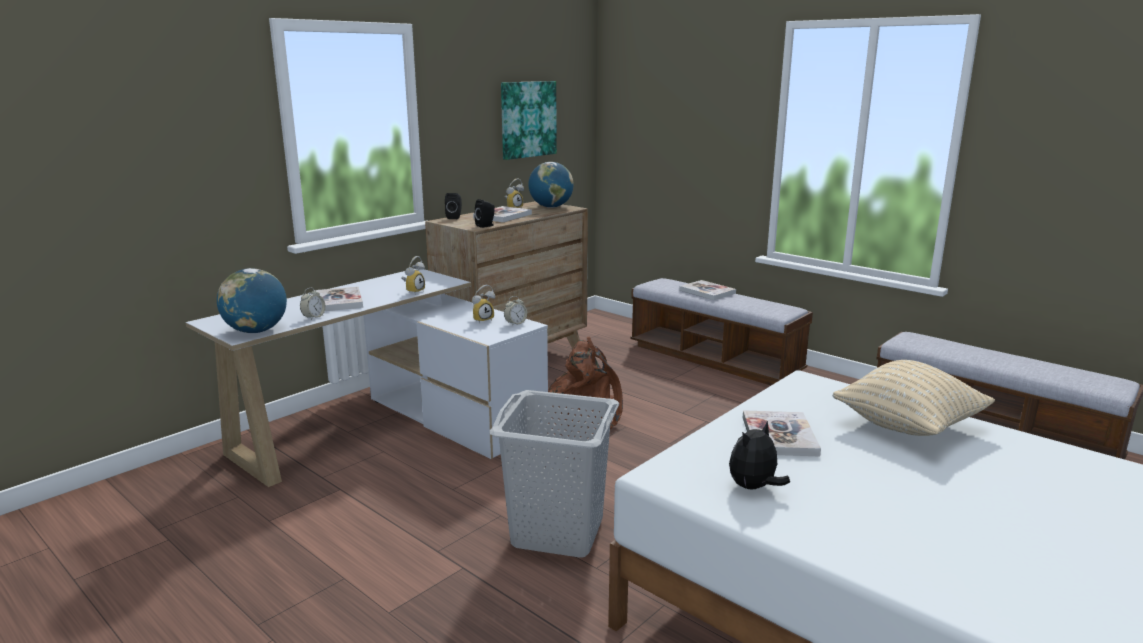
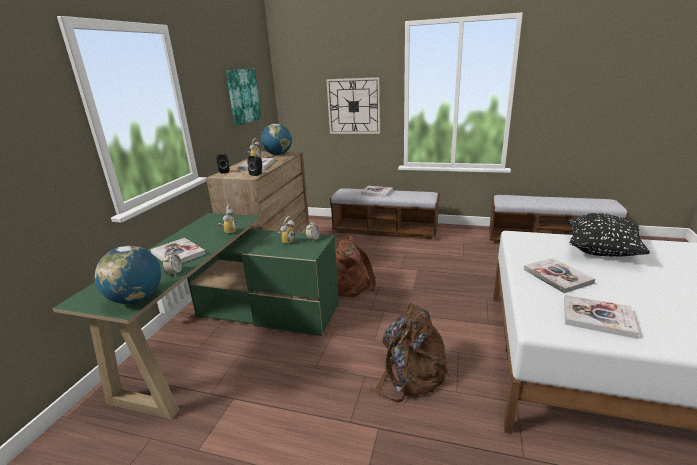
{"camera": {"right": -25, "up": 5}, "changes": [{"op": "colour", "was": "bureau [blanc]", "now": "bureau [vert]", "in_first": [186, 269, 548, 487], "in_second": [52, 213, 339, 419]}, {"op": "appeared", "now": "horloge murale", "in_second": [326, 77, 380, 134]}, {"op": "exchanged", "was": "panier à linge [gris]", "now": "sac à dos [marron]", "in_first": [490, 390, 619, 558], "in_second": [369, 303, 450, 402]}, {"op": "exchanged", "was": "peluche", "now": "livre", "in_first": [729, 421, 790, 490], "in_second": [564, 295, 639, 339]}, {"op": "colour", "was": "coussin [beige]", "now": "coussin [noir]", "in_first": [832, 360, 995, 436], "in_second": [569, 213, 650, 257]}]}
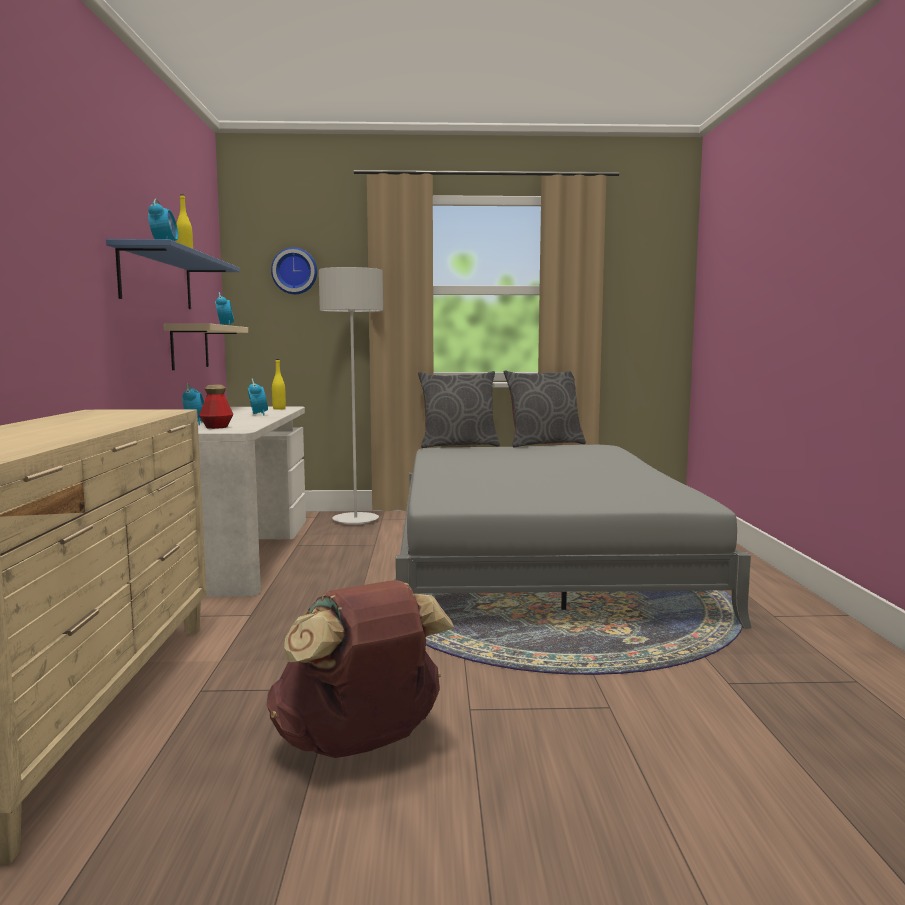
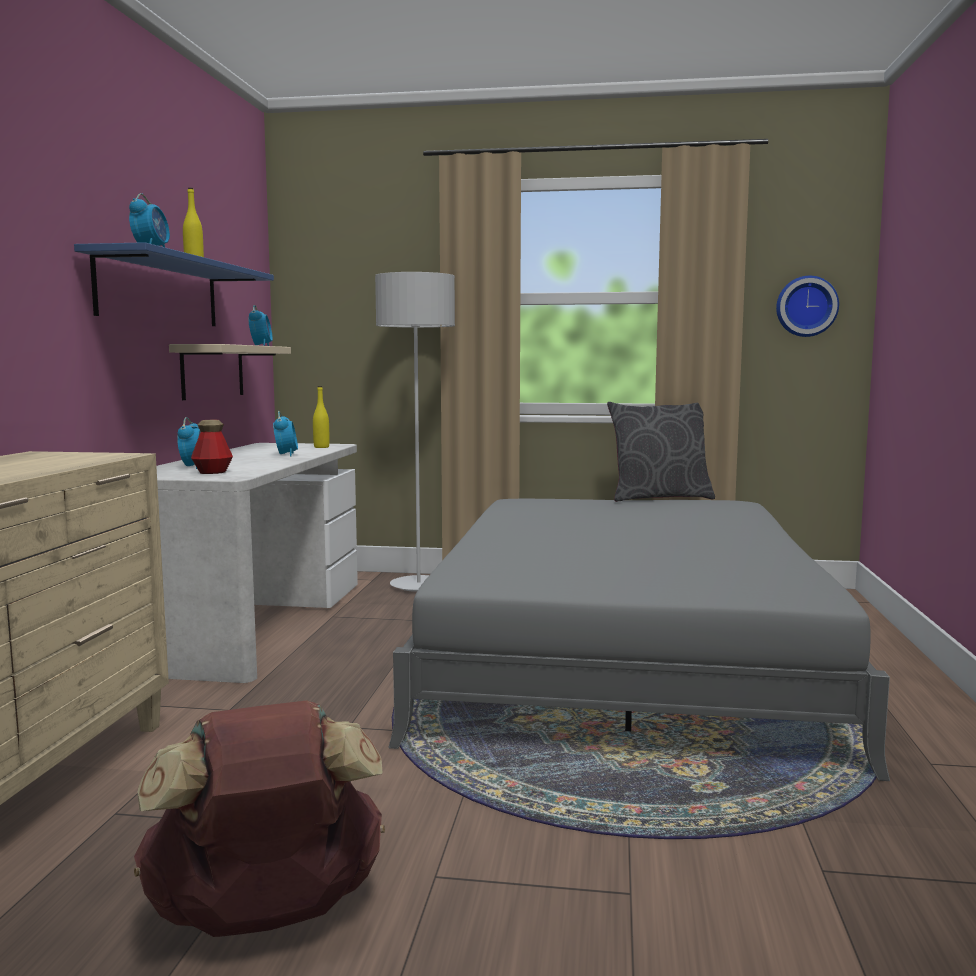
{"camera": {"right": 10, "up": 0}, "changes": [{"op": "relocated", "was": "horloge murale", "in_first": [271, 247, 317, 294], "in_second": [776, 276, 839, 337]}, {"op": "missing", "was": "coussin [gris]", "in_first": [418, 371, 500, 448]}]}
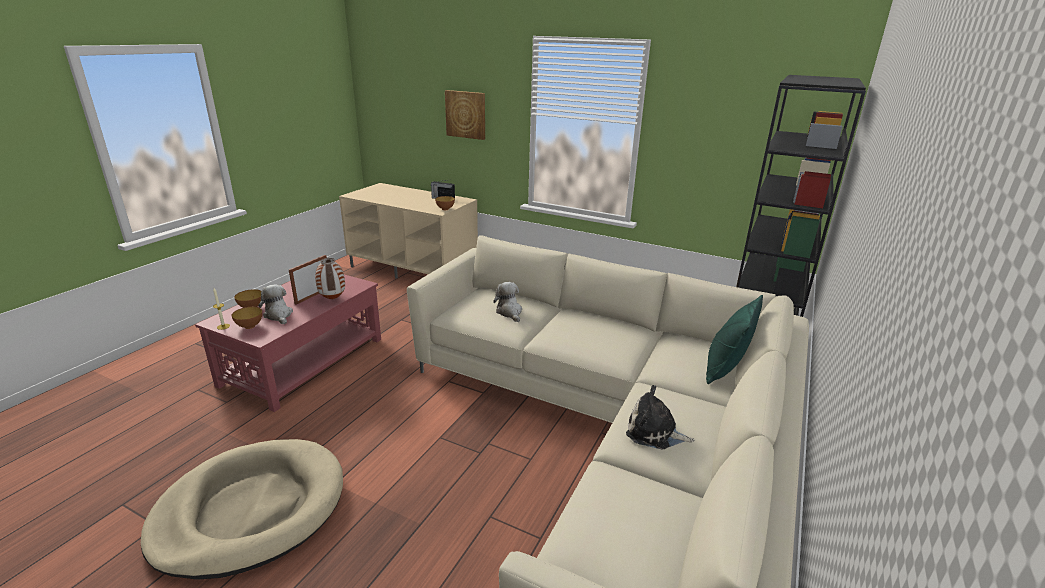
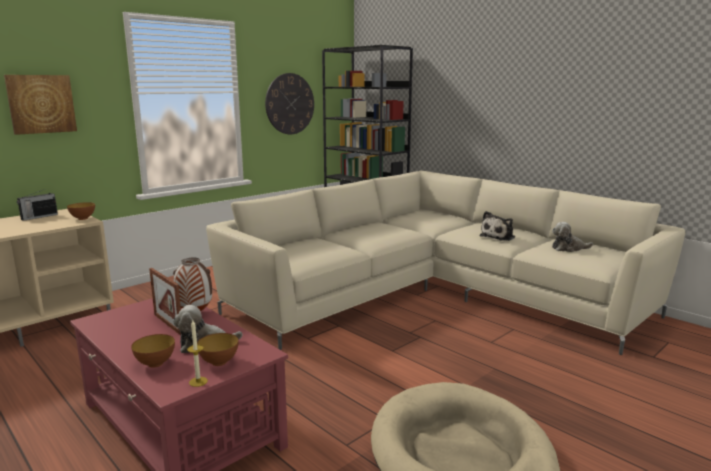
{"camera": {"right": -70, "up": -10}, "changes": [{"op": "appeared", "now": "horloge murale", "in_second": [265, 73, 314, 134]}, {"op": "relocated", "was": "peluche", "in_first": [493, 282, 522, 322], "in_second": [552, 222, 593, 252]}, {"op": "missing", "was": "coussin [vert]", "in_first": [706, 295, 763, 384]}]}
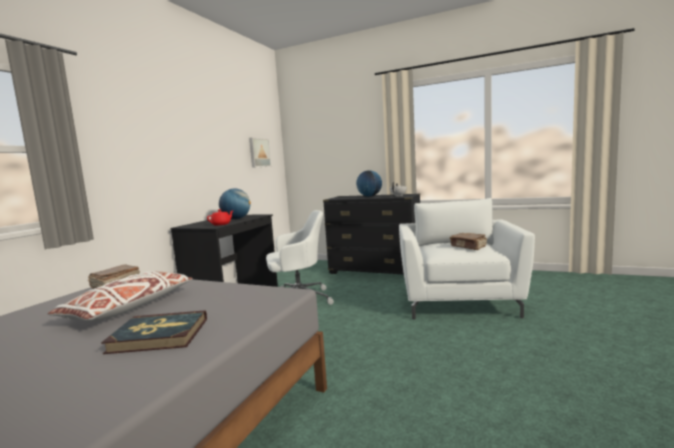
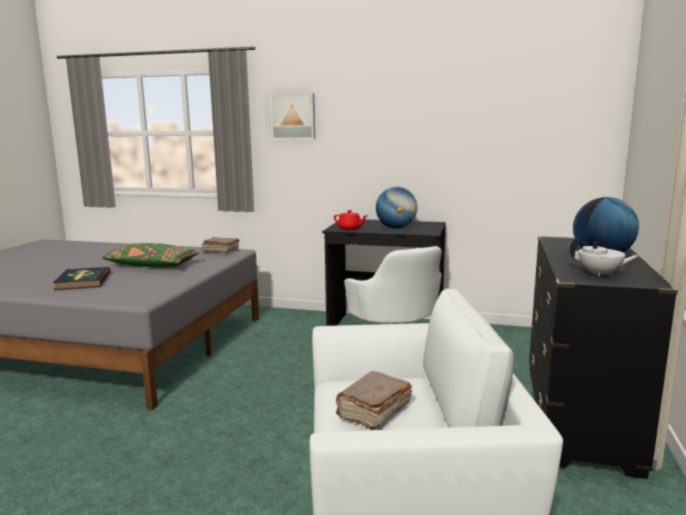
{"camera": {"right": 80, "up": 5}, "changes": [{"op": "colour", "was": "coussin [blanc]", "now": "coussin [vert]", "in_first": [47, 271, 193, 322], "in_second": [102, 243, 199, 268]}, {"op": "relocated", "was": "tableau", "in_first": [249, 138, 272, 168], "in_second": [270, 93, 315, 139]}]}
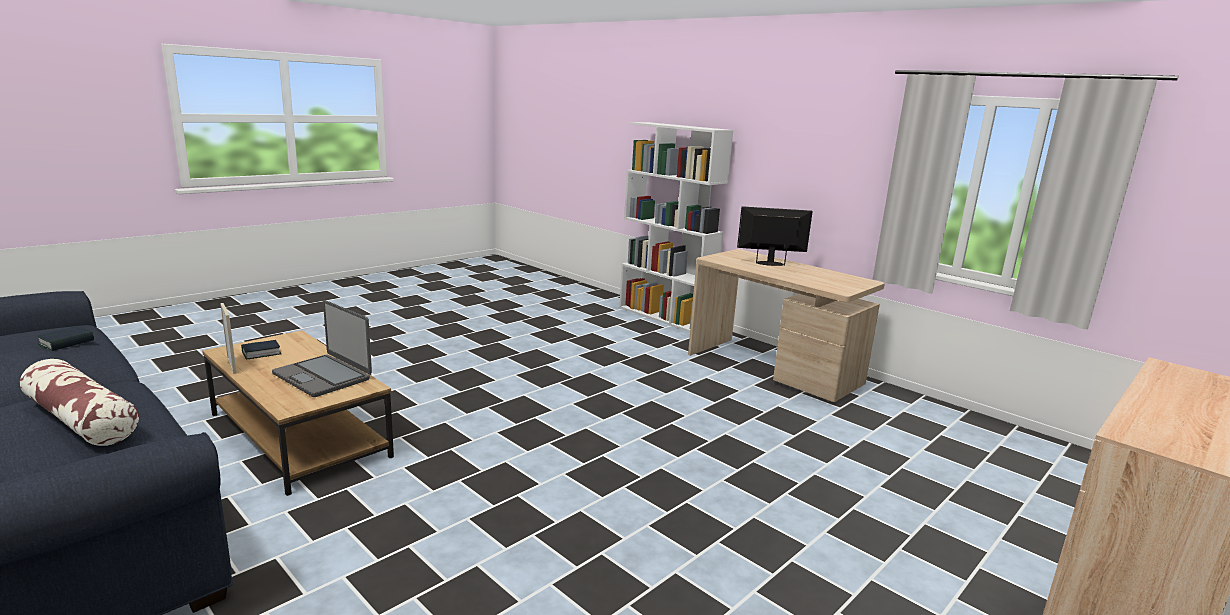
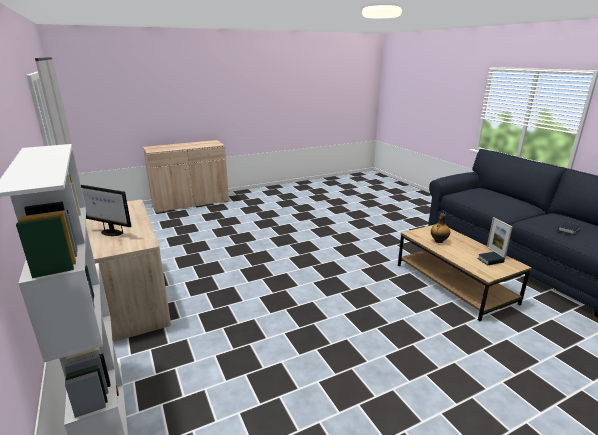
{"camera": {"right": -160, "up": 5}, "changes": [{"op": "exchanged", "was": "ordinateur portable", "now": "bouteille", "in_first": [272, 300, 372, 397], "in_second": [431, 213, 450, 243]}, {"op": "missing", "was": "coussin", "in_first": [20, 359, 139, 446]}]}
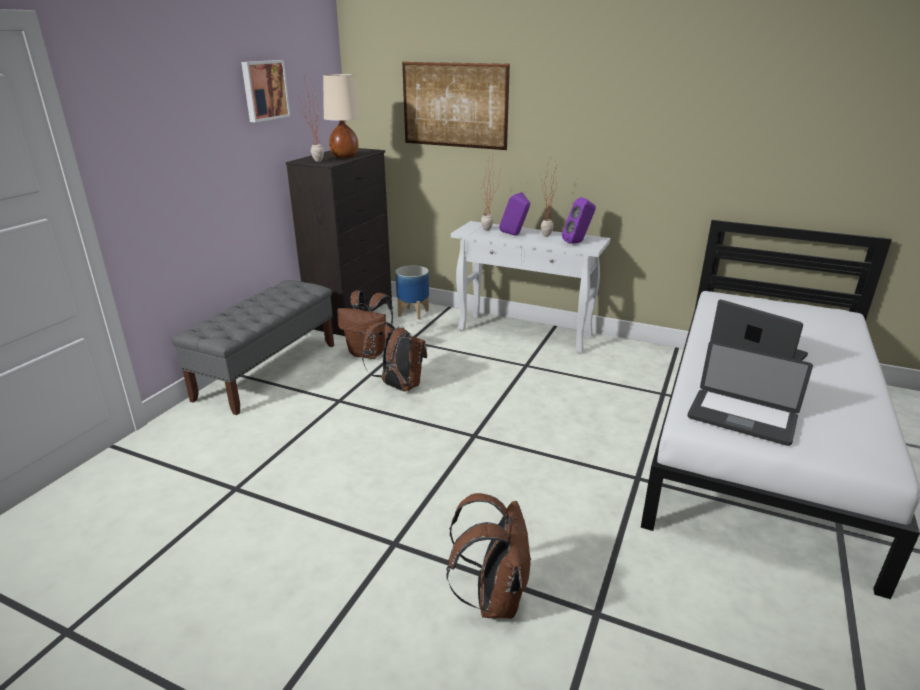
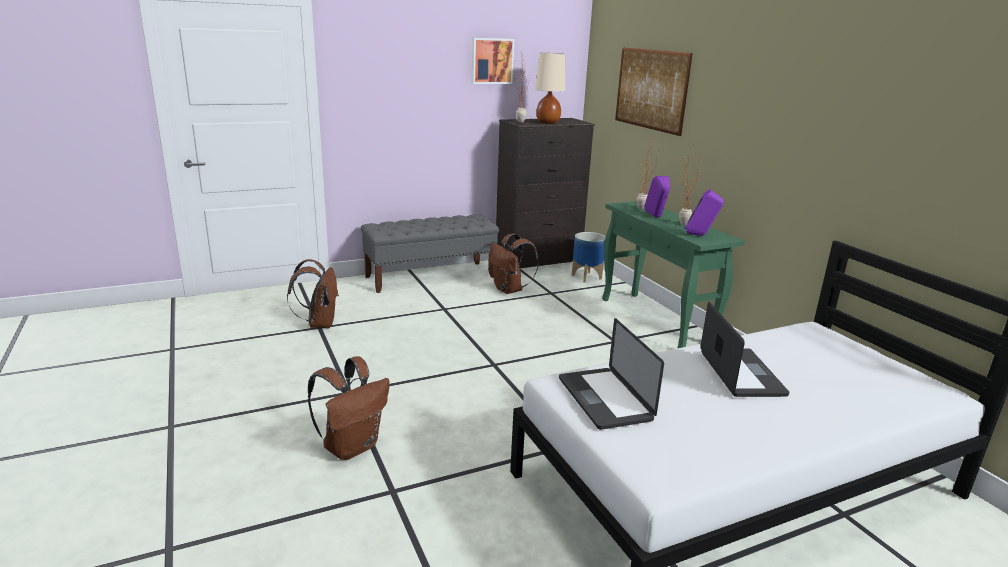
{"camera": {"right": 40, "up": -5}, "changes": [{"op": "relocated", "was": "sac à dos [marron]", "in_first": [362, 322, 427, 392], "in_second": [287, 259, 339, 328]}, {"op": "colour", "was": "table console [blanc]", "now": "table console [vert]", "in_first": [451, 221, 610, 354], "in_second": [602, 201, 745, 349]}]}
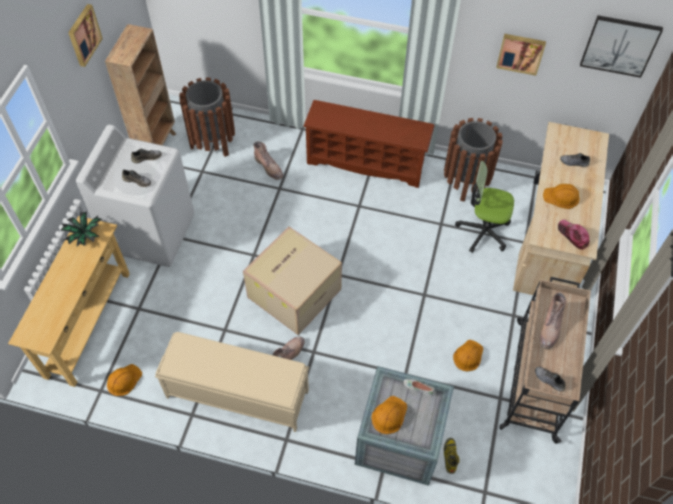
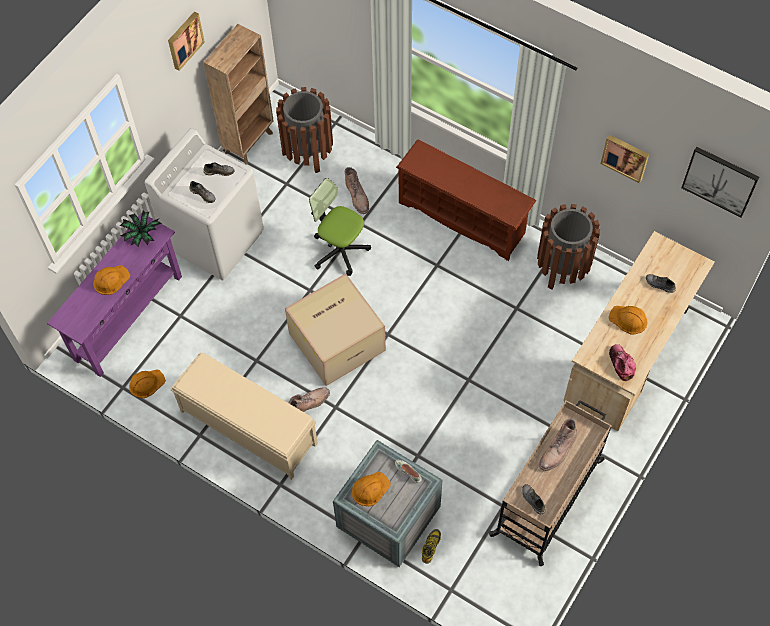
{"camera": {"right": 20, "up": 5}, "changes": [{"op": "colour", "was": "table console [beige]", "now": "table console [violet]", "in_first": [8, 216, 130, 387], "in_second": [47, 213, 182, 377]}, {"op": "relocated", "was": "casque de chantier [orange]", "in_first": [453, 340, 483, 371], "in_second": [93, 265, 130, 295]}, {"op": "relocated", "was": "chaise de bureau", "in_first": [455, 161, 514, 253], "in_second": [309, 178, 371, 276]}]}
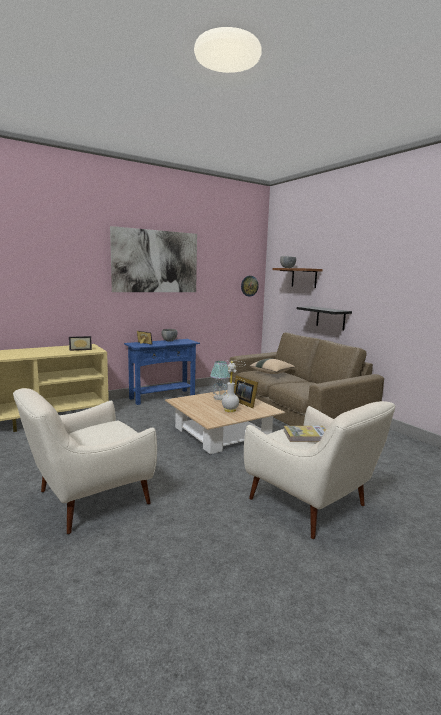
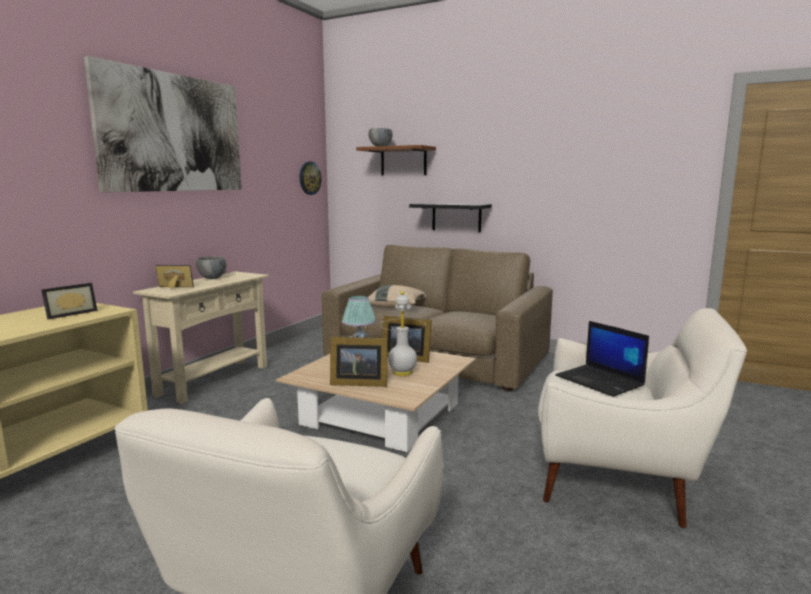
{"camera": {"right": -30, "up": 0}, "changes": [{"op": "colour", "was": "table console [bleu]", "now": "table console [beige]", "in_first": [124, 339, 200, 405], "in_second": [133, 271, 269, 404]}, {"op": "appeared", "now": "cadre photo", "in_second": [330, 337, 388, 387]}, {"op": "exchanged", "was": "livre", "now": "ordinateur portable", "in_first": [284, 426, 326, 442], "in_second": [555, 321, 649, 397]}]}
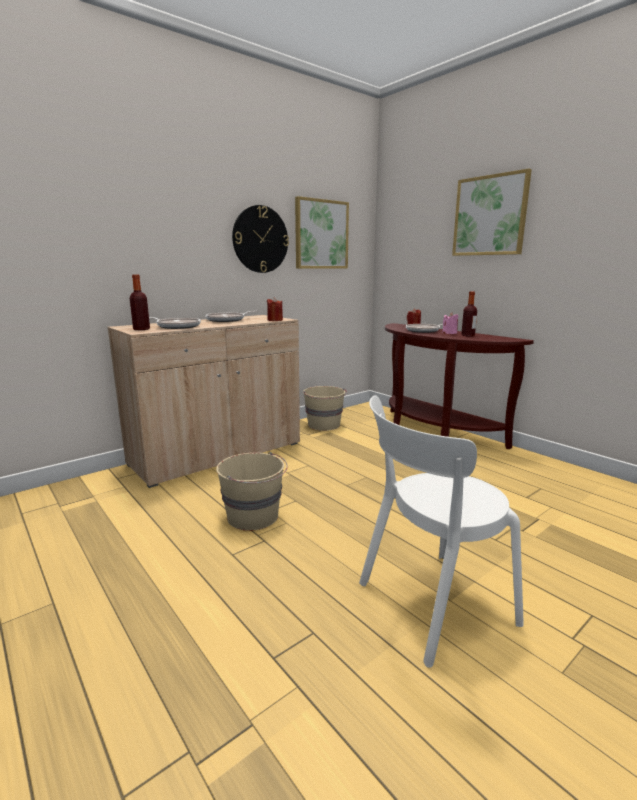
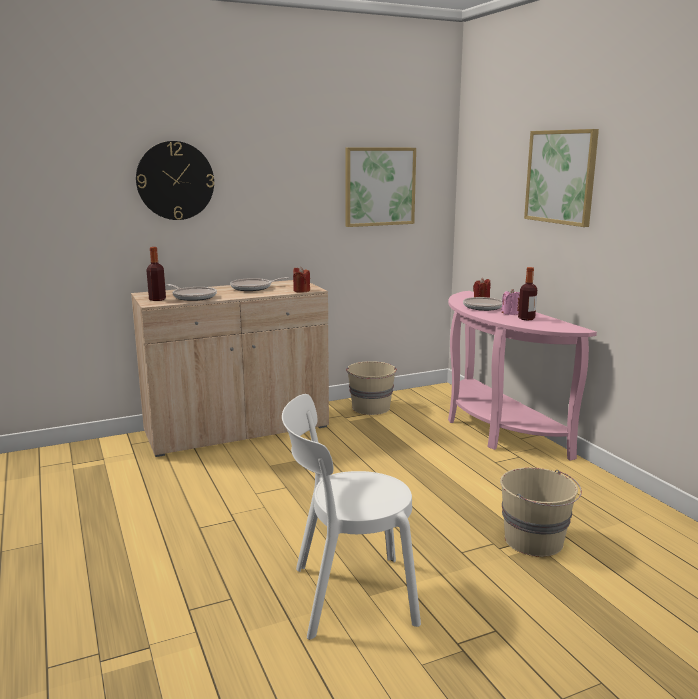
{"camera": {"right": 15, "up": 0}, "changes": [{"op": "relocated", "was": "horloge murale", "in_first": [232, 205, 289, 273], "in_second": [136, 141, 214, 220]}, {"op": "colour", "was": "table console [marron]", "now": "table console [rose]", "in_first": [385, 323, 534, 449], "in_second": [448, 291, 597, 460]}, {"op": "relocated", "was": "seau [beige]", "in_first": [216, 452, 288, 531], "in_second": [500, 467, 582, 557]}]}
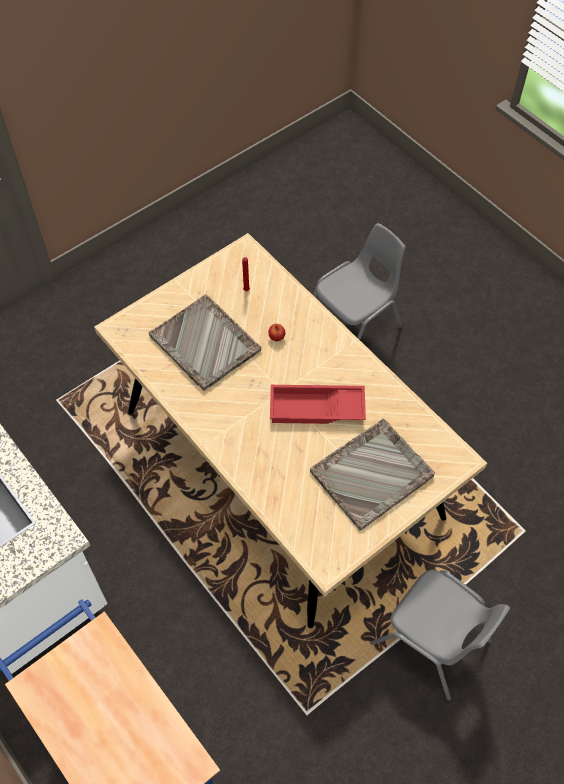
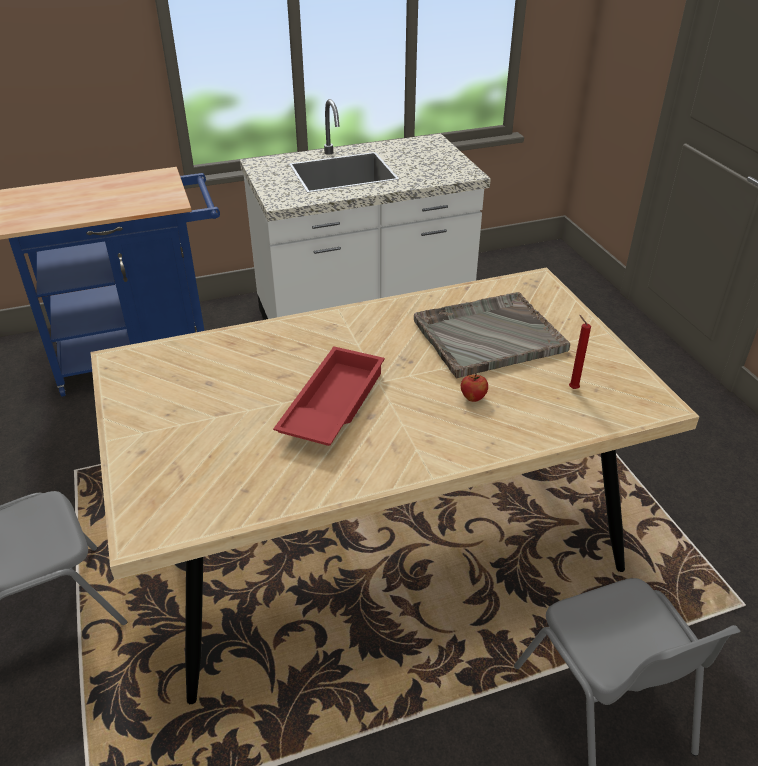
{"camera": {"right": 110, "up": -20}, "changes": [{"op": "missing", "was": "plateau [gris]", "in_first": [310, 419, 435, 531]}]}
